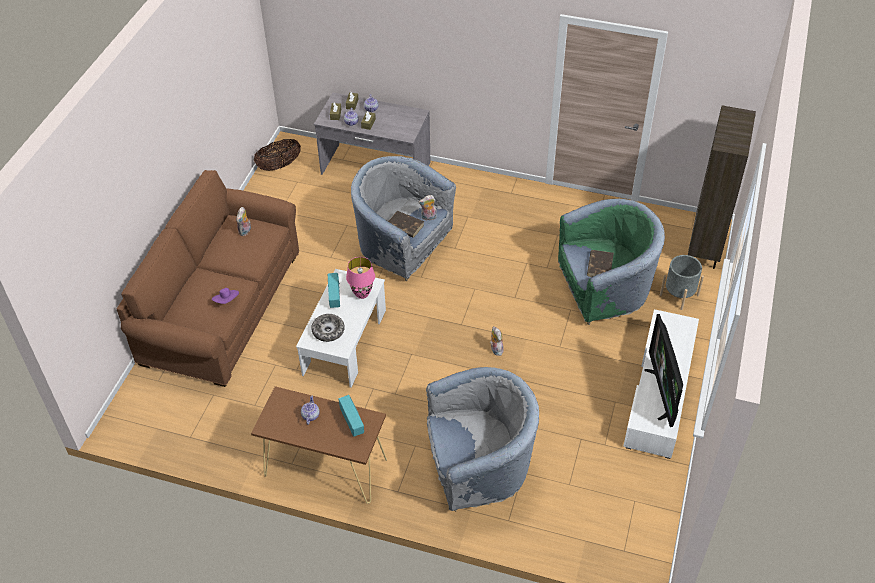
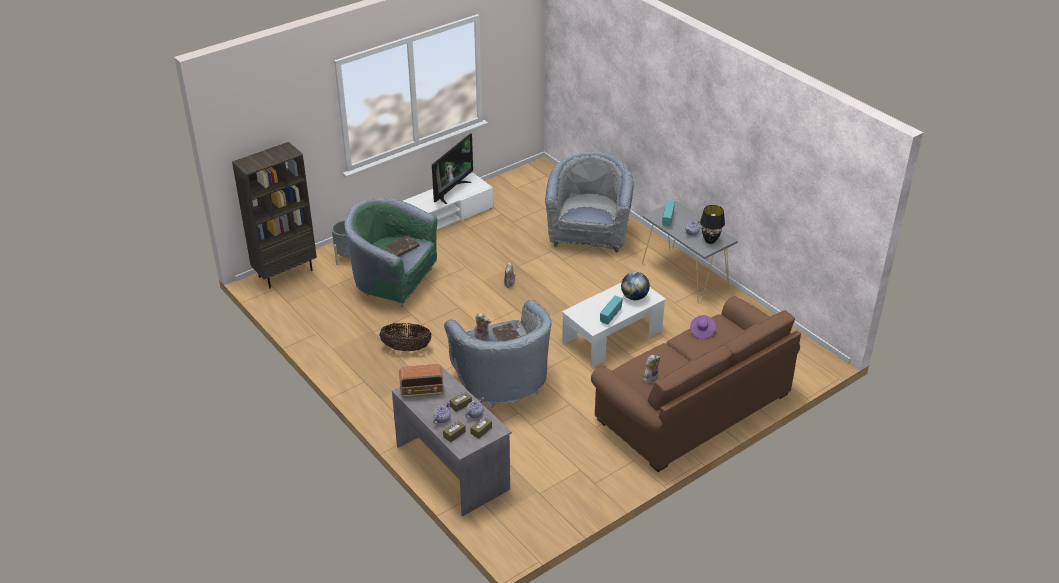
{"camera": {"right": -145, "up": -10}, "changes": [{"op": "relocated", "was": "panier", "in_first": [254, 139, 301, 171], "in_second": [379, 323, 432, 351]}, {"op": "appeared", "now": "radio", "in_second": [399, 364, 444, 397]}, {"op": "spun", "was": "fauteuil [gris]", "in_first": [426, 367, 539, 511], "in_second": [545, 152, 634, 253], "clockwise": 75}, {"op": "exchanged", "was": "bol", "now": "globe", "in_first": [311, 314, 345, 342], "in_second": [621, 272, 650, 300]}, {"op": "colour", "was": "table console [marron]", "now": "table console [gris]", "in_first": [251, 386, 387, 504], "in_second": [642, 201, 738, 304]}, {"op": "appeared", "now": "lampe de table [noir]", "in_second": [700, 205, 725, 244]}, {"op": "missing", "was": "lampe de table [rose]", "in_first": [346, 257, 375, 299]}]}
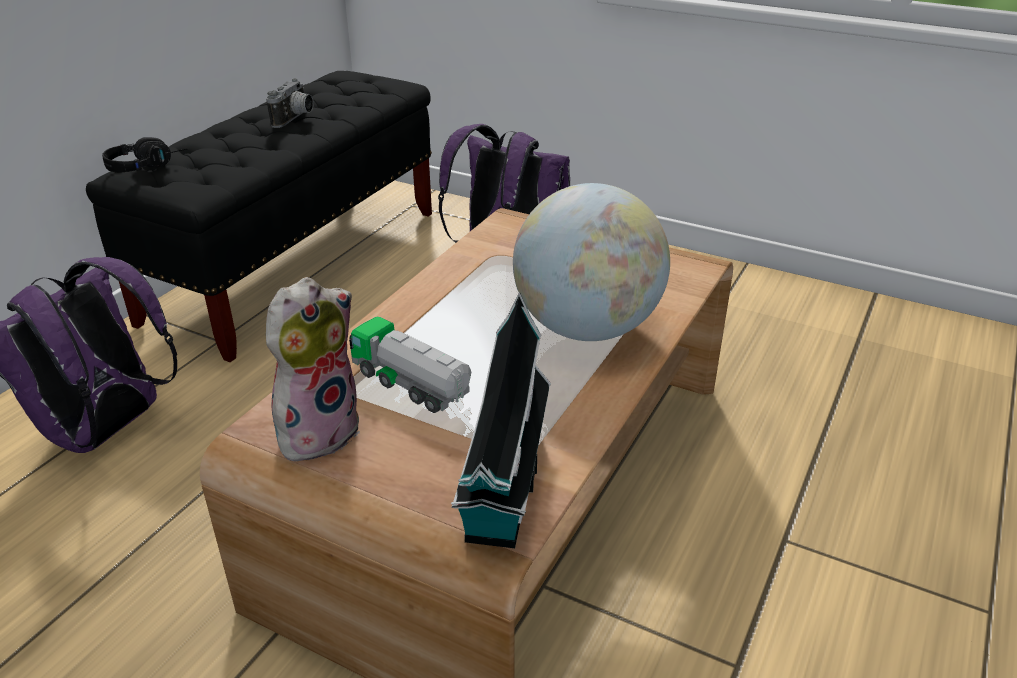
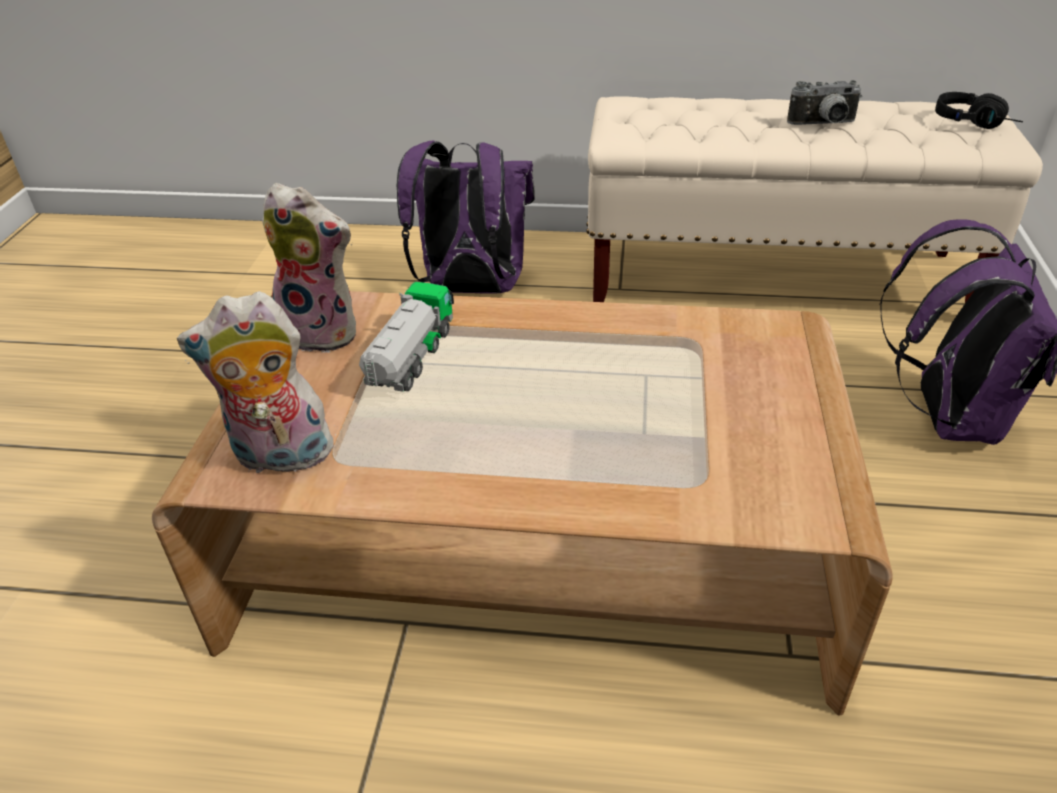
{"camera": {"right": 70, "up": 5}, "changes": [{"op": "exchanged", "was": "maison miniature", "now": "peluche", "in_first": [451, 292, 551, 548], "in_second": [177, 291, 338, 478]}, {"op": "colour", "was": "banc [noir]", "now": "banc [beige]", "in_first": [86, 71, 432, 362], "in_second": [586, 96, 1043, 303]}, {"op": "relocated", "was": "casque audio [noir]", "in_first": [102, 137, 187, 172], "in_second": [935, 92, 1023, 129]}, {"op": "missing", "was": "globe", "in_first": [513, 183, 670, 341]}]}
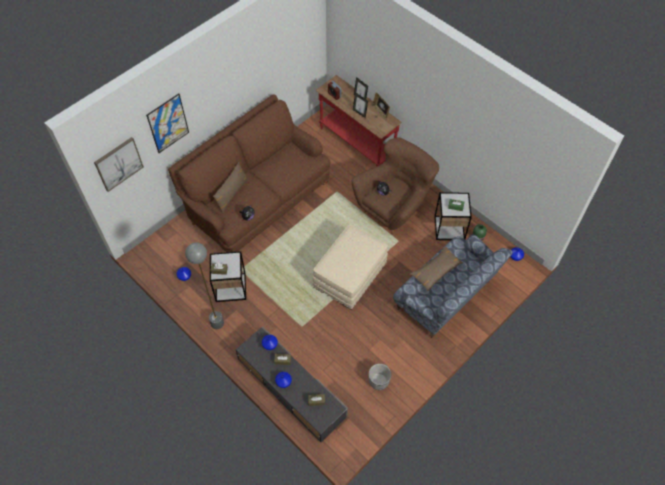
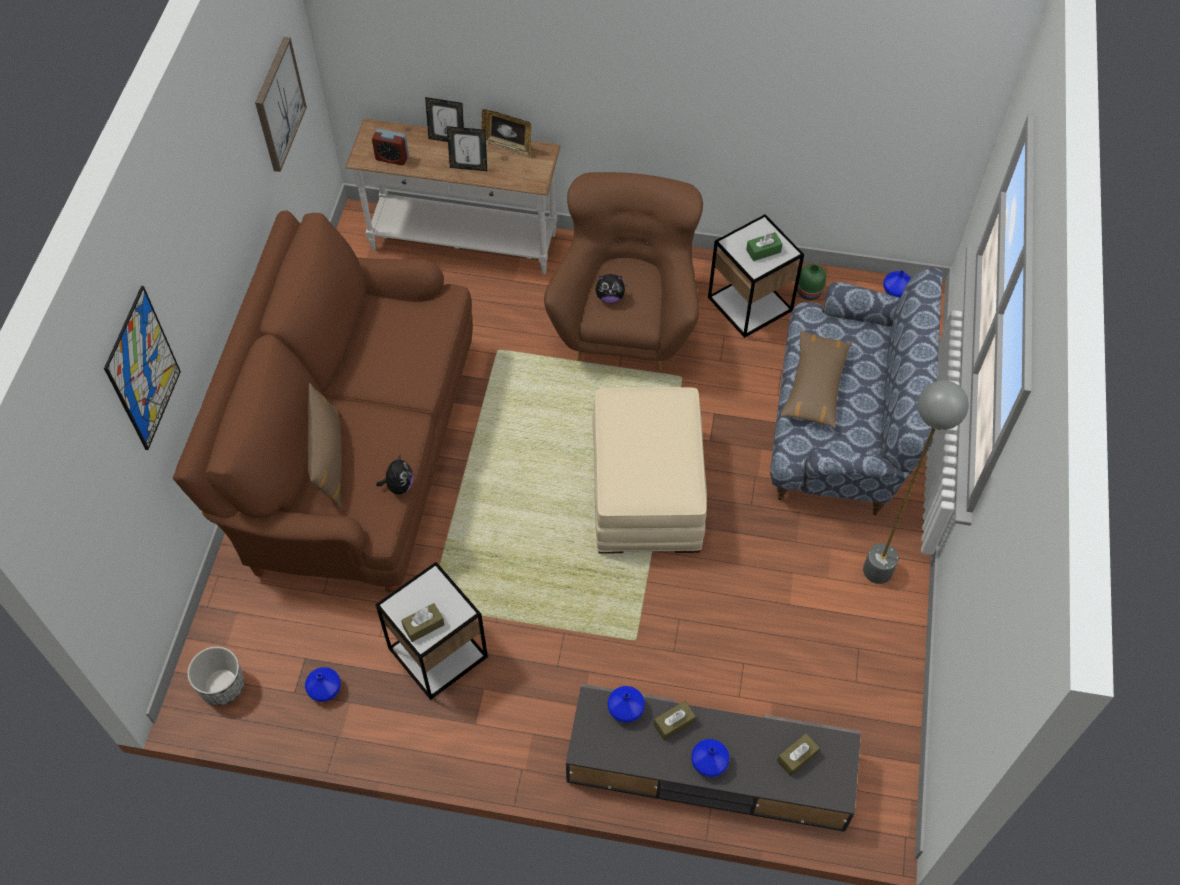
{"camera": {"right": -35, "up": 0}, "changes": [{"op": "relocated", "was": "cache-pot", "in_first": [369, 364, 391, 390], "in_second": [187, 646, 244, 706]}, {"op": "relocated", "was": "tableau", "in_first": [94, 137, 144, 192], "in_second": [255, 37, 307, 172]}, {"op": "colour", "was": "table console [rouge]", "now": "table console [blanc]", "in_first": [315, 75, 402, 167], "in_second": [345, 119, 560, 275]}, {"op": "relocated", "was": "lampadaire [gris]", "in_first": [185, 243, 224, 329], "in_second": [863, 380, 969, 584]}]}
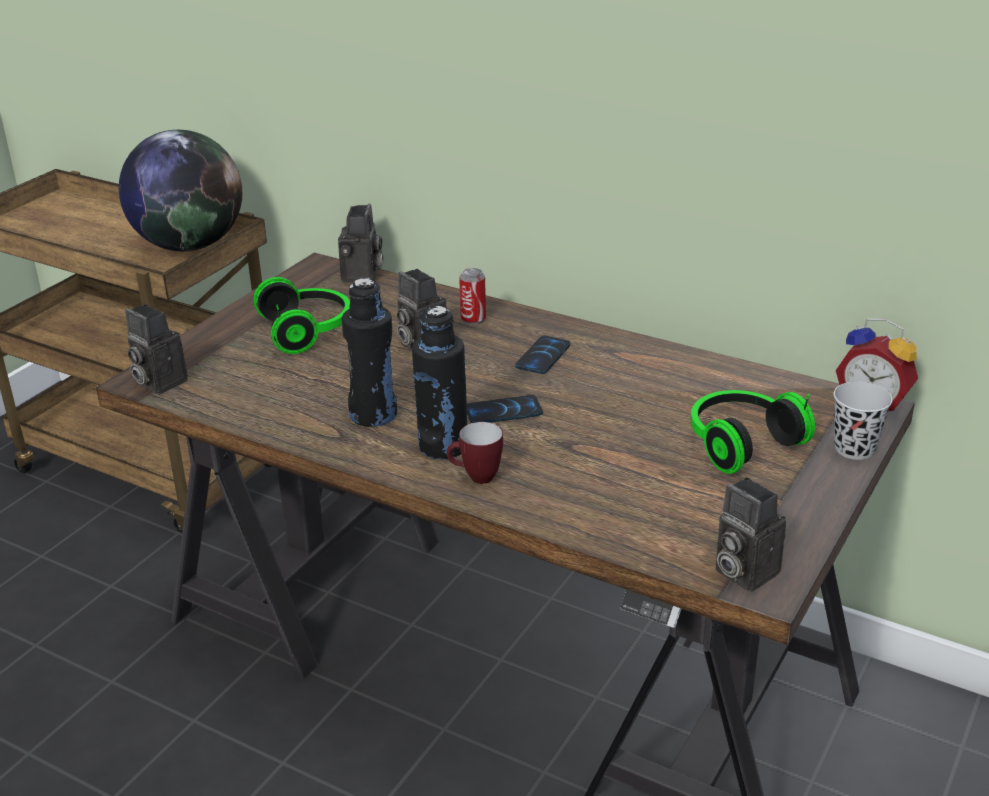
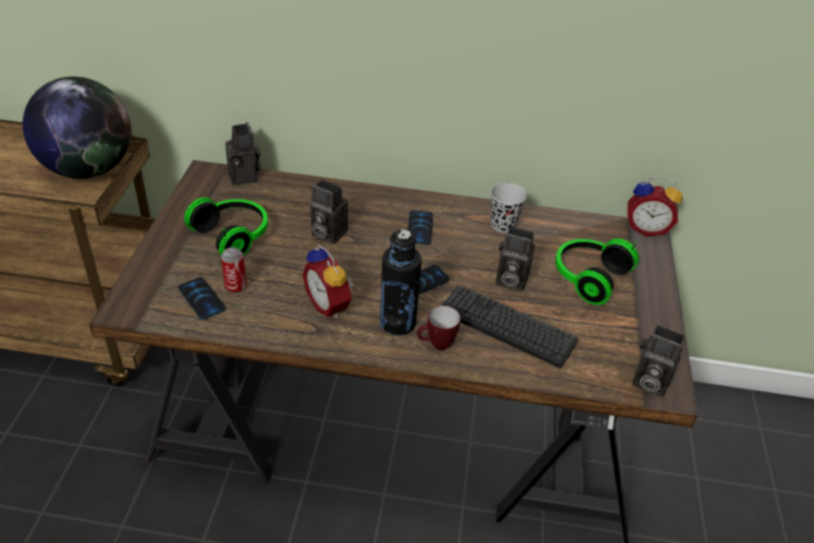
{"camera": {"right": -25, "up": 10}, "changes": [{"op": "appeared", "now": "téléphone", "in_second": [178, 277, 226, 320]}, {"op": "relocated", "was": "boîte métallique", "in_first": [459, 268, 486, 325], "in_second": [221, 247, 247, 293]}, {"op": "exchanged", "was": "bouteille [noir]", "now": "réveil", "in_first": [342, 278, 397, 427], "in_second": [302, 244, 354, 318]}, {"op": "appeared", "now": "clavier", "in_second": [441, 285, 578, 368]}, {"op": "relocated", "was": "tasse [noir]", "in_first": [834, 382, 893, 460], "in_second": [490, 183, 527, 233]}, {"op": "relocated", "was": "appareil photo", "in_first": [125, 304, 188, 395], "in_second": [496, 226, 535, 291]}]}
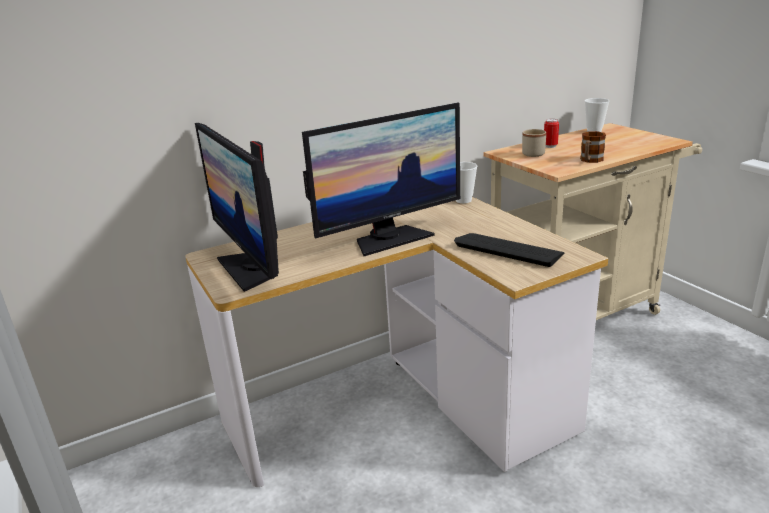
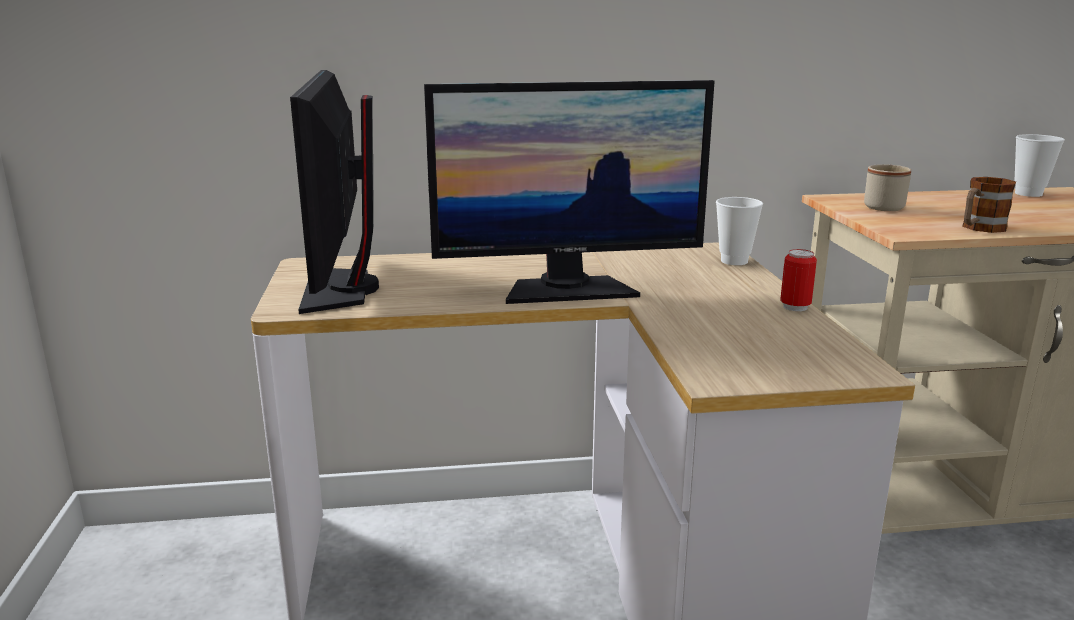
{"camera": {"right": 20, "up": -5}, "changes": [{"op": "relocated", "was": "boîte métallique", "in_first": [544, 119, 559, 148], "in_second": [780, 249, 817, 311]}, {"op": "missing", "was": "clavier", "in_first": [454, 233, 565, 267]}]}
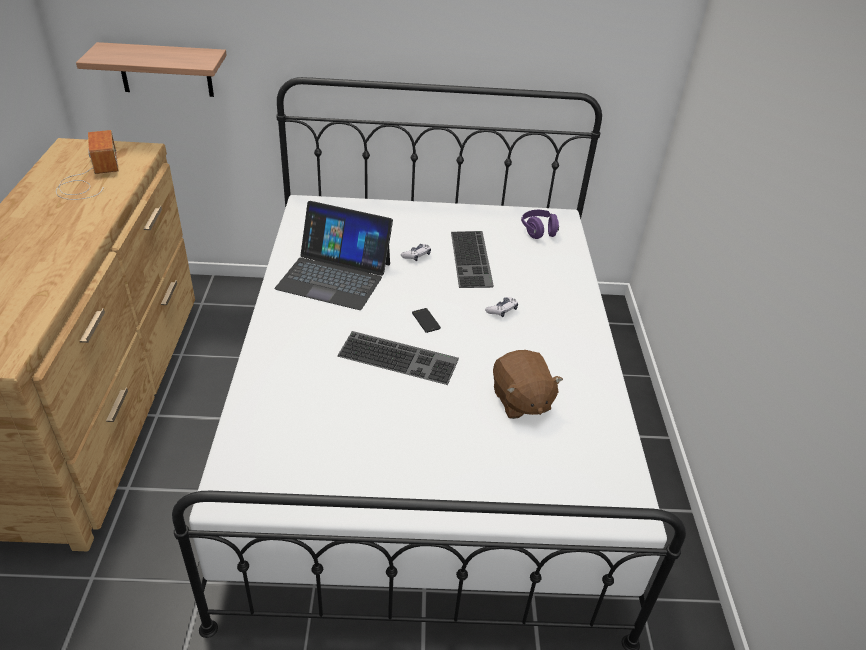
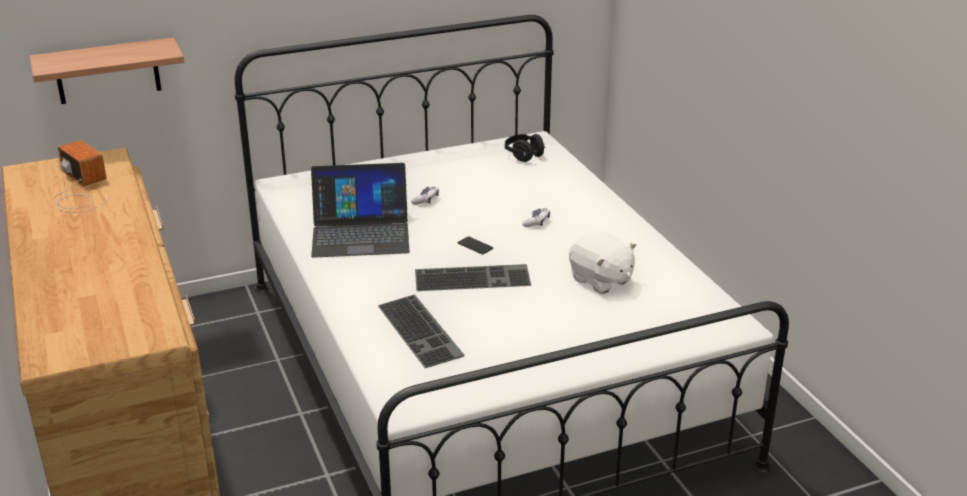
{"camera": {"right": -20, "up": -10}, "changes": [{"op": "relocated", "was": "clavier", "in_first": [451, 231, 494, 288], "in_second": [378, 294, 464, 368]}, {"op": "colour", "was": "casque audio [violet]", "now": "casque audio [noir]", "in_first": [521, 210, 559, 239], "in_second": [505, 134, 545, 162]}, {"op": "colour", "was": "peluche [marron]", "now": "peluche [blanc]", "in_first": [493, 350, 563, 419], "in_second": [569, 231, 636, 294]}]}
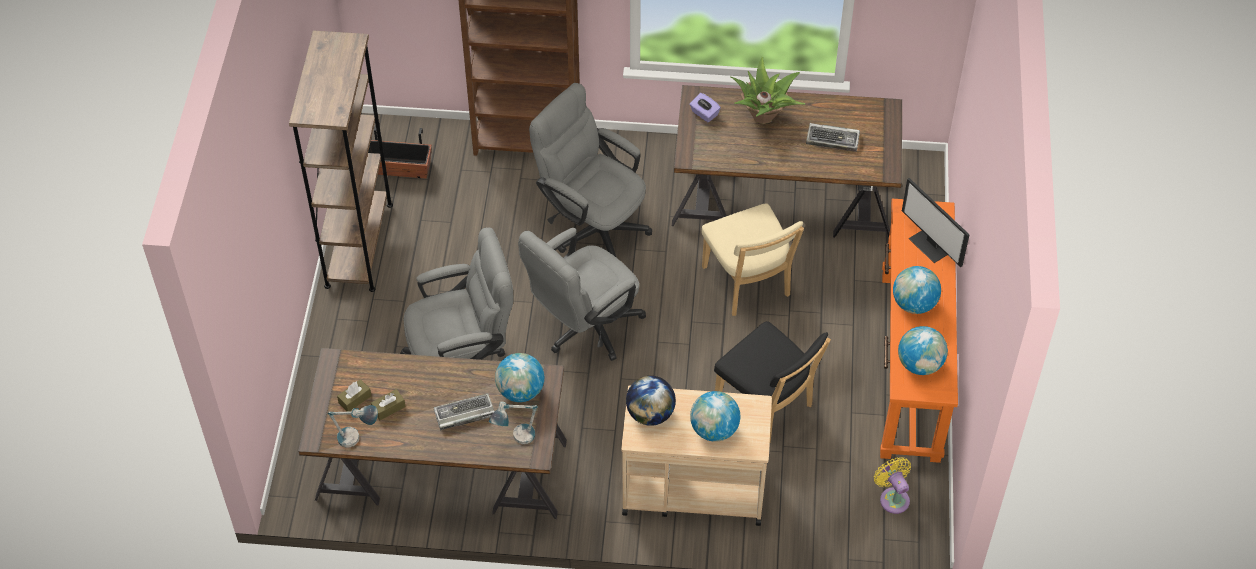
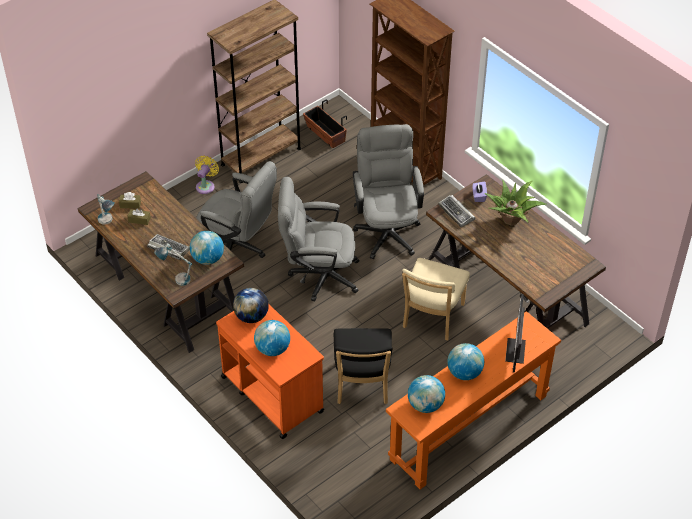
{"camera": {"right": 45, "up": -5}, "changes": [{"op": "relocated", "was": "ventilateur [jaune]", "in_first": [874, 457, 911, 514], "in_second": [195, 156, 219, 194]}, {"op": "colour", "was": "chariot [beige]", "now": "chariot [orange]", "in_first": [621, 386, 772, 526], "in_second": [216, 305, 324, 439]}, {"op": "relocated", "was": "clavier", "in_first": [806, 123, 860, 152], "in_second": [438, 195, 475, 227]}]}
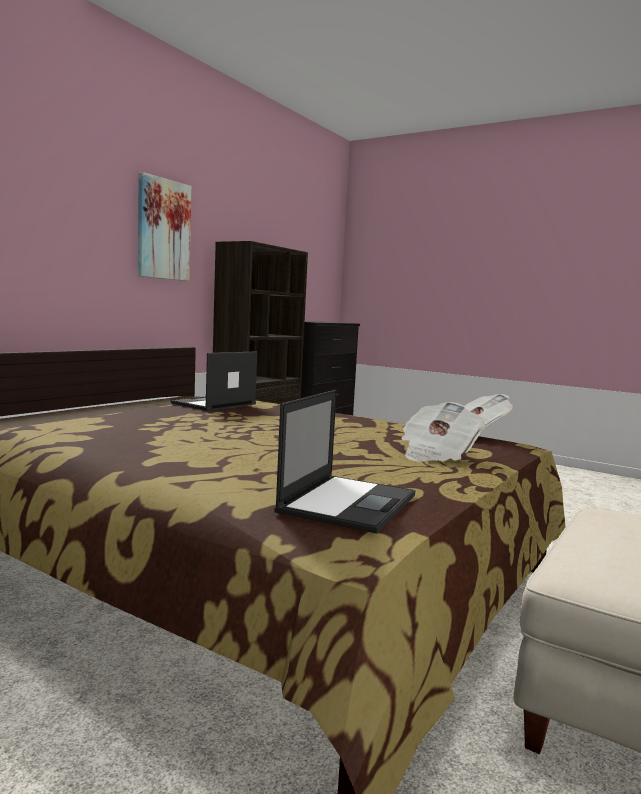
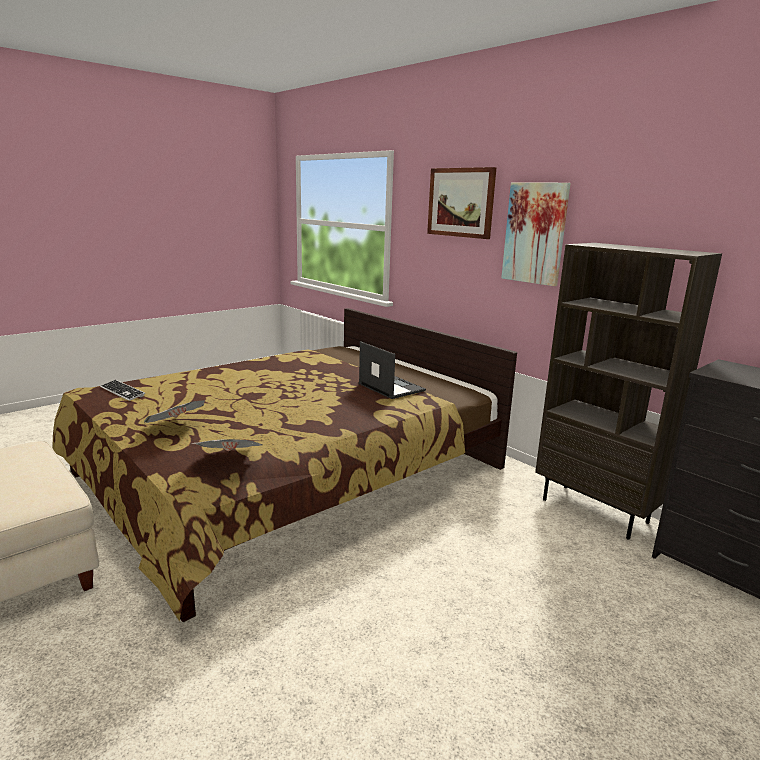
{"camera": {"right": 105, "up": 10}, "changes": [{"op": "exchanged", "was": "ordinateur portable", "now": "clavier", "in_first": [274, 390, 415, 534], "in_second": [100, 380, 145, 401]}, {"op": "appeared", "now": "tableau", "in_second": [427, 167, 496, 239]}]}
